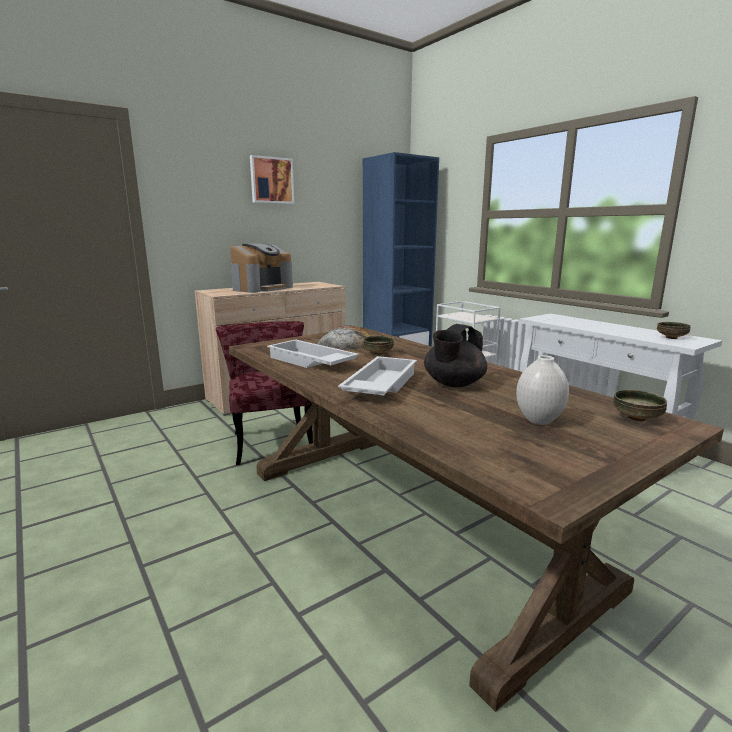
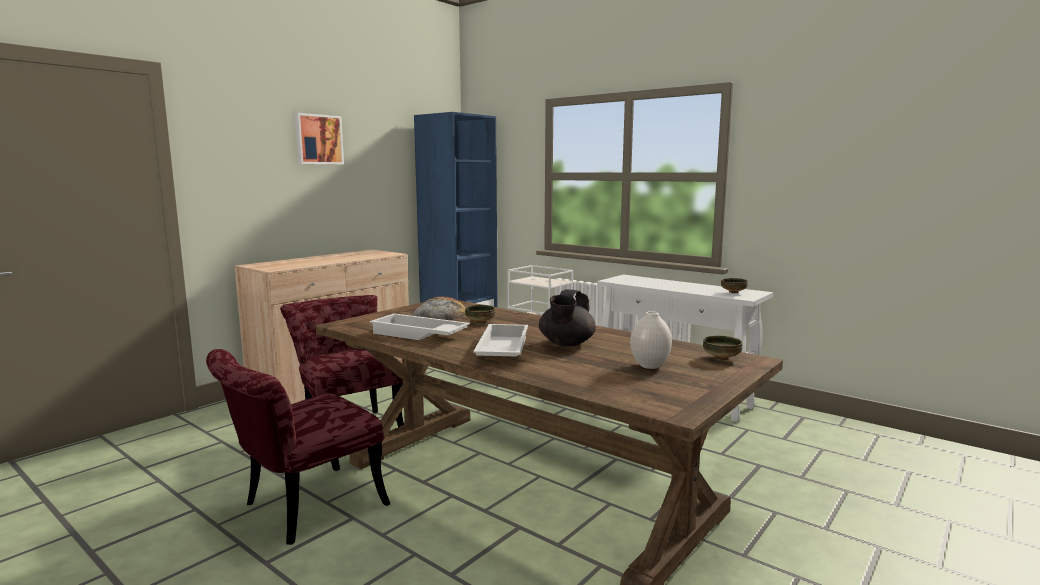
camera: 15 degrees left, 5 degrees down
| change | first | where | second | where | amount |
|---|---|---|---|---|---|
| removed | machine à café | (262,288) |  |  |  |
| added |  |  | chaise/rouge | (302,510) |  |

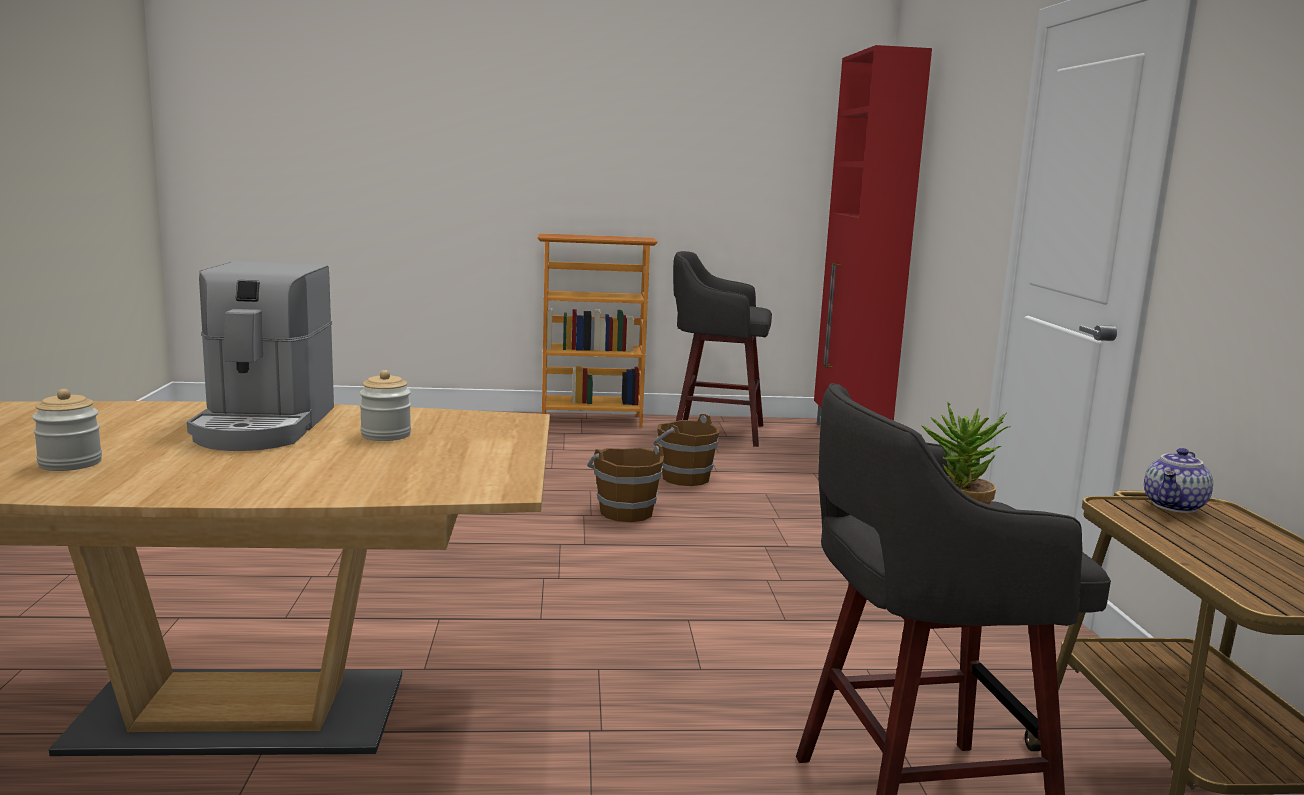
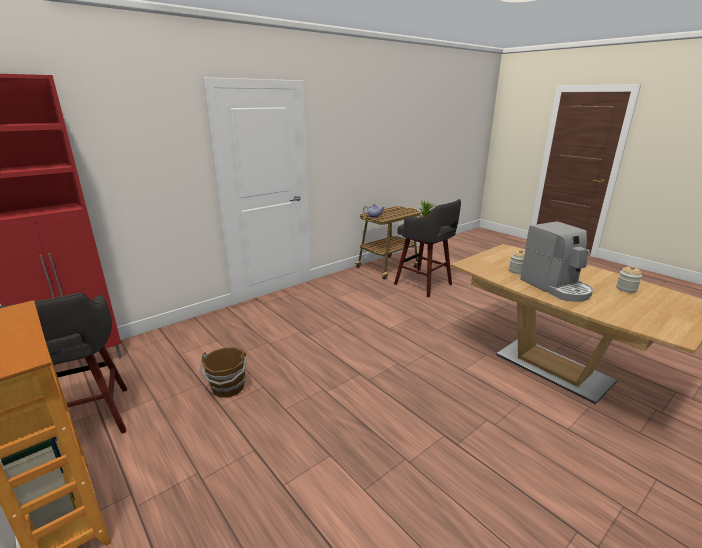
camera: 125 degrees left, 10 degrees up
| change | first | where | second | where | amount |
|---|---|---|---|---|---|
| turned | machine à café | (264,426) |  | (556,287) | 105 degrees clockwise |
| removed | seau/marron | (625,512) |  |  |  |

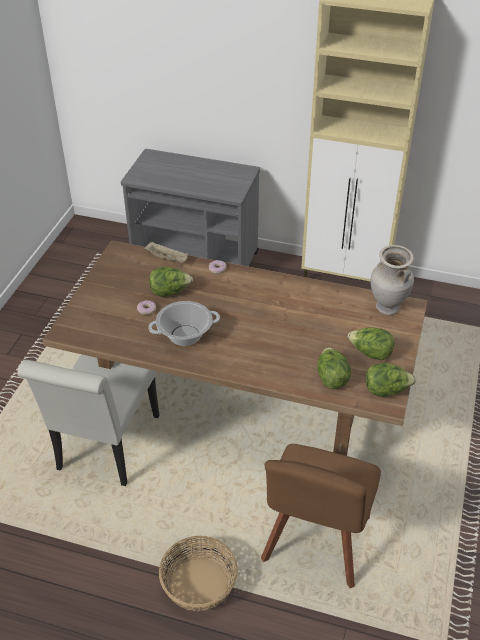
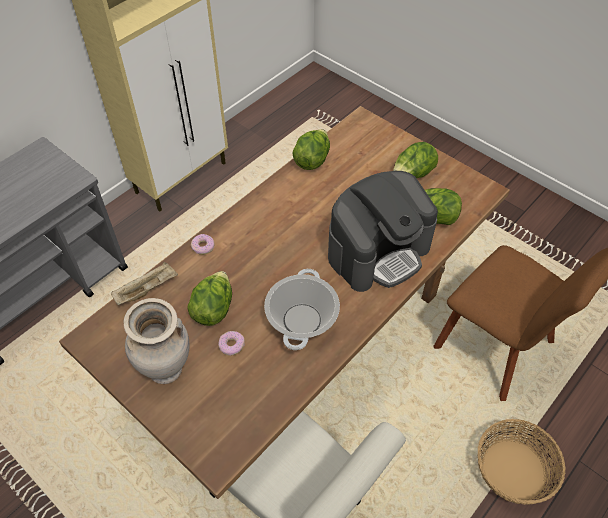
camera: 65 degrees left, 10 degrees up
| change | first | where | second | where | amount |
|---|---|---|---|---|---|
| moved | vase/beige | (386,308) |  | (166,371) |  |
| moved | laitue | (386,390) |  | (312,160) |  |
| added |  |  | machine à café | (378,251) |  |

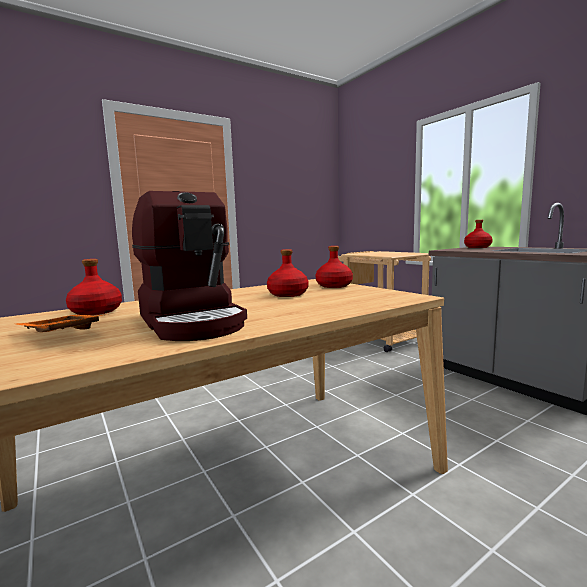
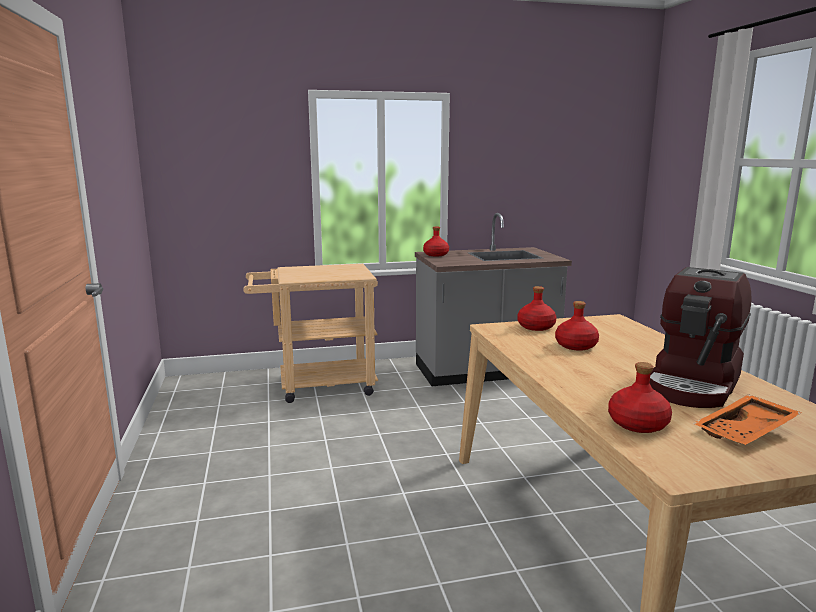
camera: 70 degrees left, 5 degrees up
| change | first | where | second | where | amount |
|---|---|---|---|---|---|
| turned | machine à café | (193,321) |  | (694,384) | 135 degrees clockwise |

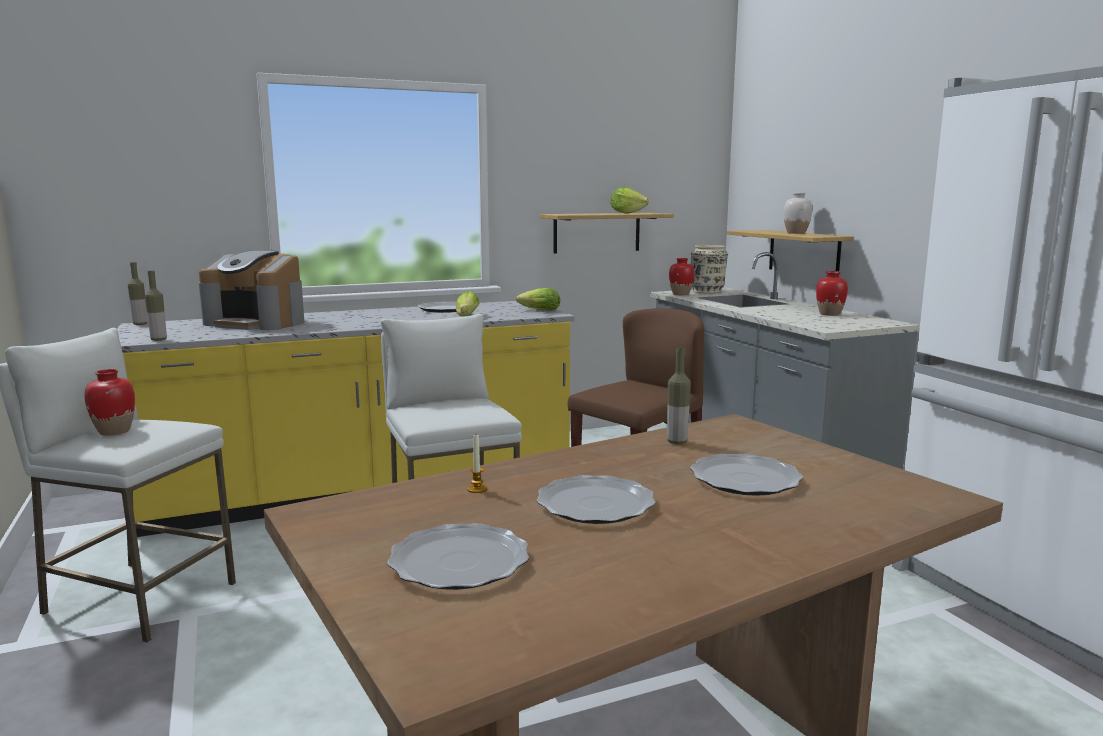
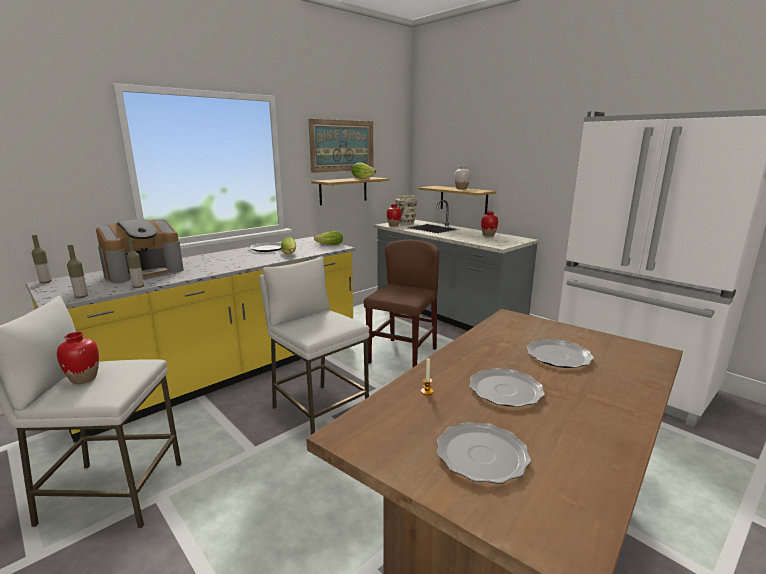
camera: 20 degrees left, 5 degrees up
| change | first | where | second | where | amount |
|---|---|---|---|---|---|
| turned | machine à café | (257,323) |  | (144,272) | 45 degrees counterclockwise |
| moved | bouteille | (677,442) |  | (138,287) |  |
| added |  |  | tableau | (342,146) |  |

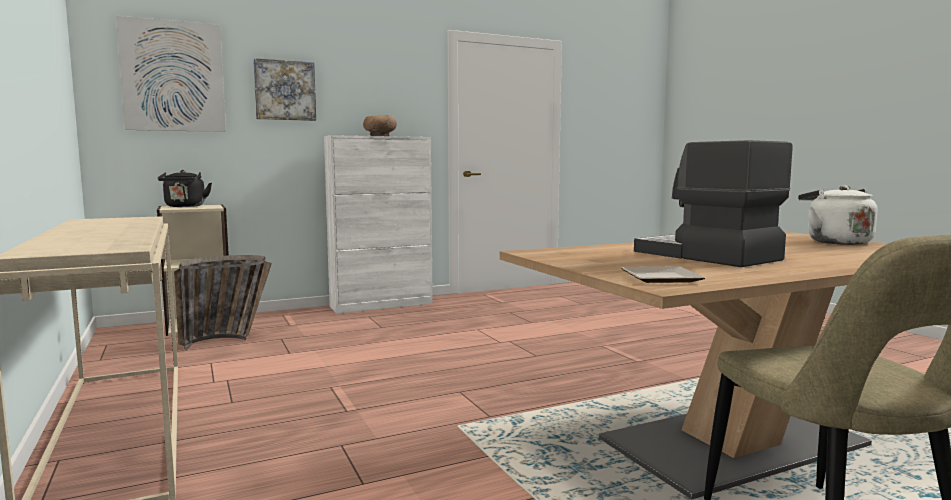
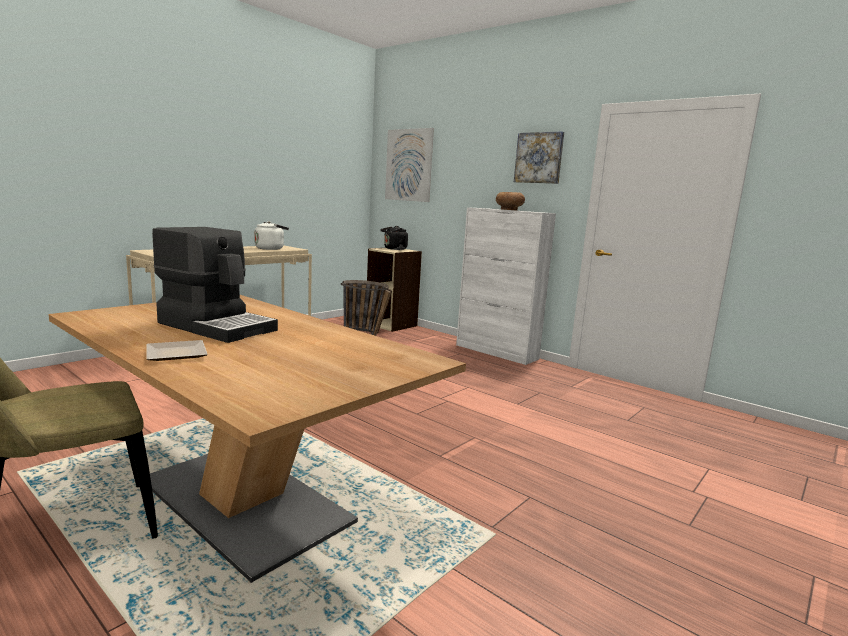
camera: 65 degrees right, 5 degrees up
| change | first | where | second | where | amount |
|---|---|---|---|---|---|
| moved | tableau | (285,90) |  | (539,158) |  |
| turned | machine à café | (706,256) |  | (217,326) | 90 degrees clockwise |
| moved | bouilloire/blanc | (835,242) |  | (271,248) |  |
| moved | assiette | (659,279) |  | (174,353) |  |

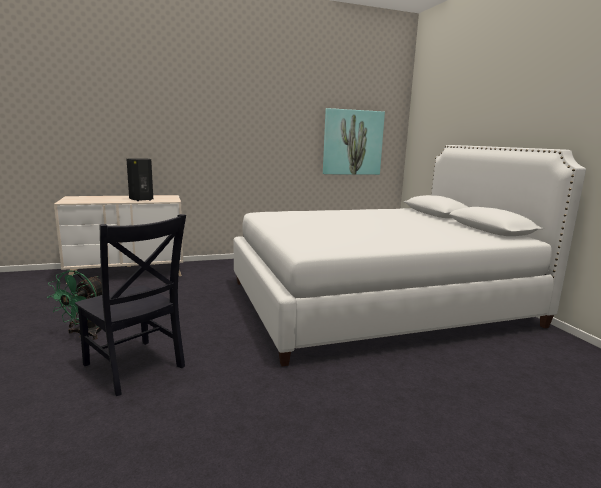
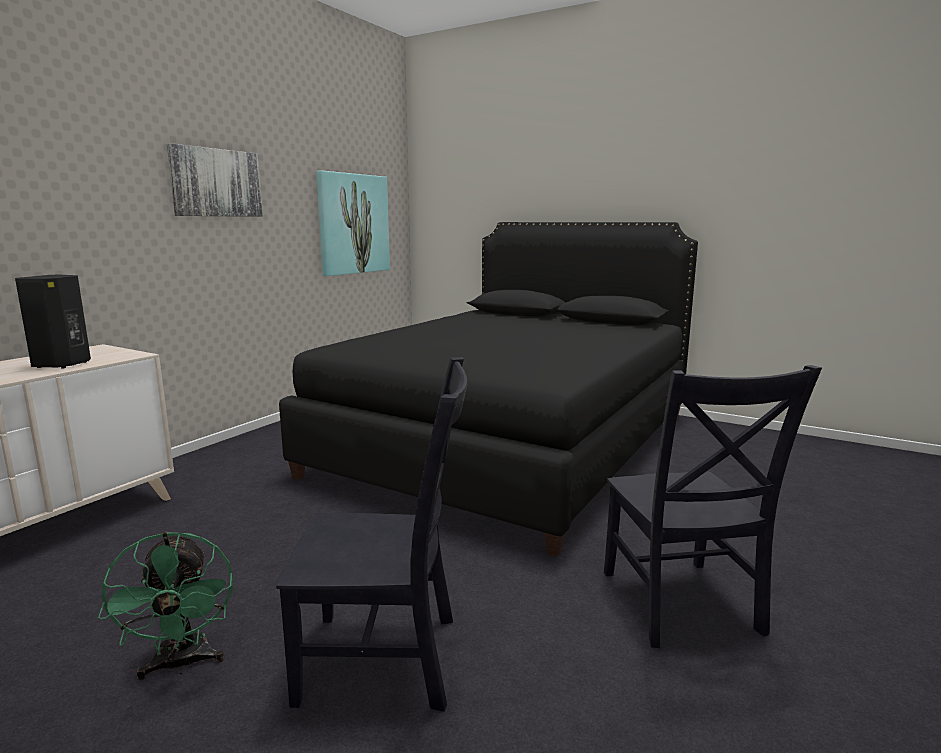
camera: 40 degrees left, 0 degrees up
| change | first | where | second | where | amount |
|---|---|---|---|---|---|
| recoloured | lit/blanc | (377,303) | lit/noir | (510,443) |  |
| added |  |  | tableau | (216,183) |  |
| added |  |  | chaise/noir | (681,606) |  |

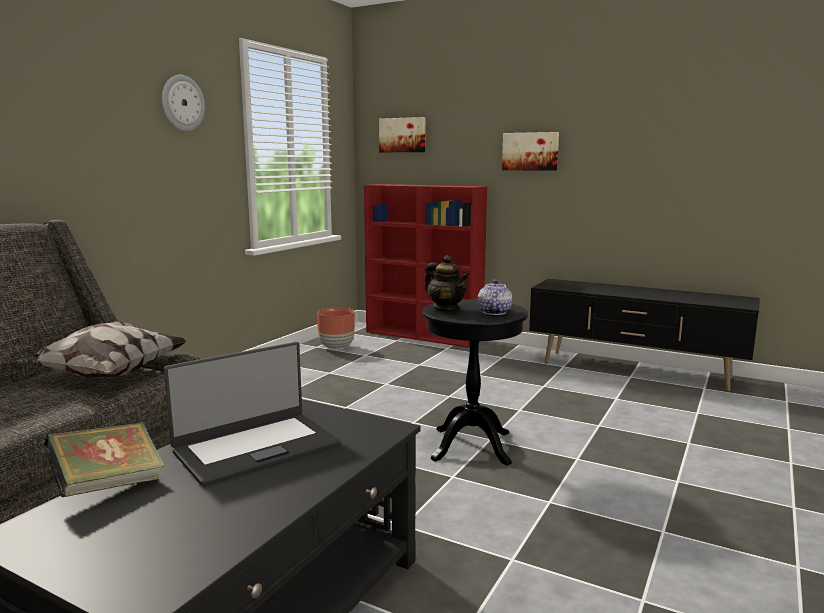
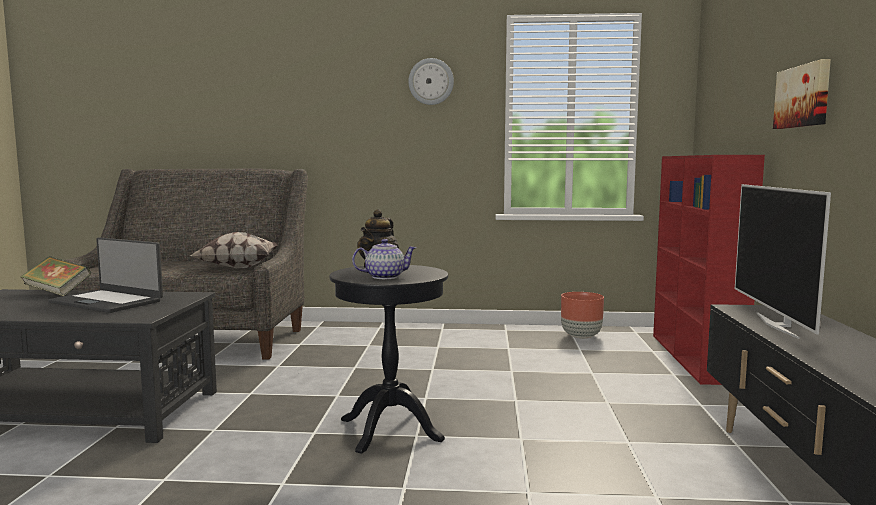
camera: 65 degrees right, 5 degrees down
| change | first | where | second | where | amount |
|---|---|---|---|---|---|
| removed | tableau | (403,135) |  |  |  |
| added |  |  | téléviseur | (778,325) |  |

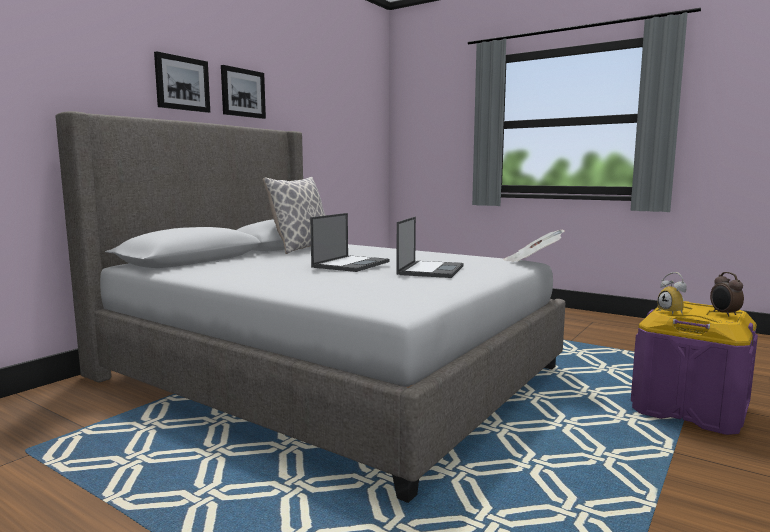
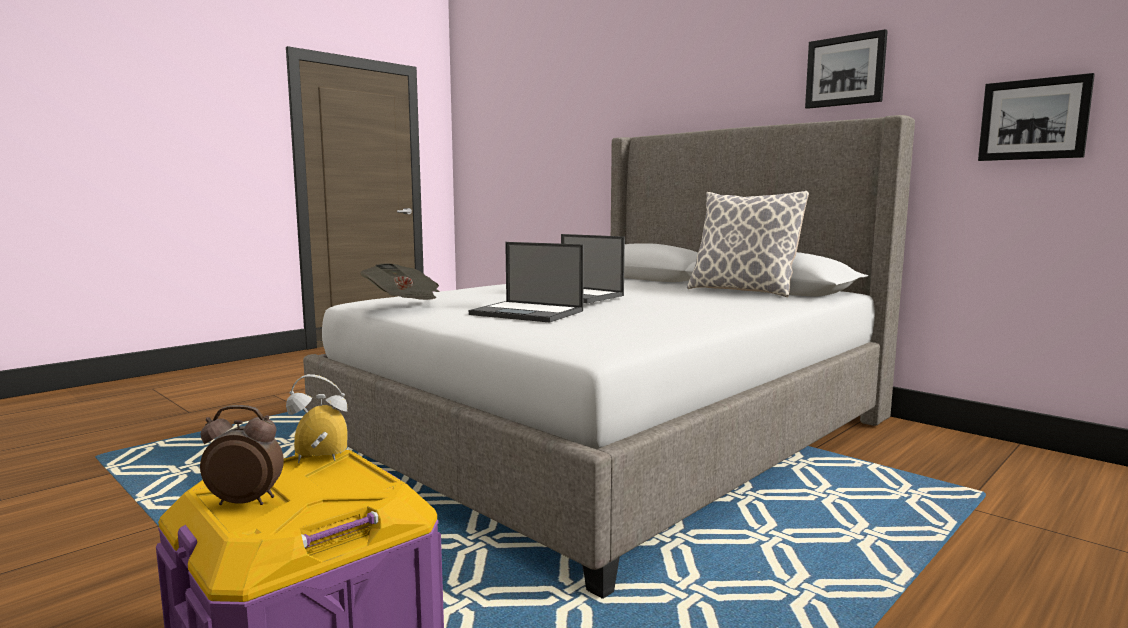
camera: 100 degrees right, 0 degrees up
| change | first | where | second | where | amount |
|---|---|---|---|---|---|
| moved | tableau | (182,83) |  | (1034,119) |  |
| moved | journal | (532,261) |  | (405,304) |  |

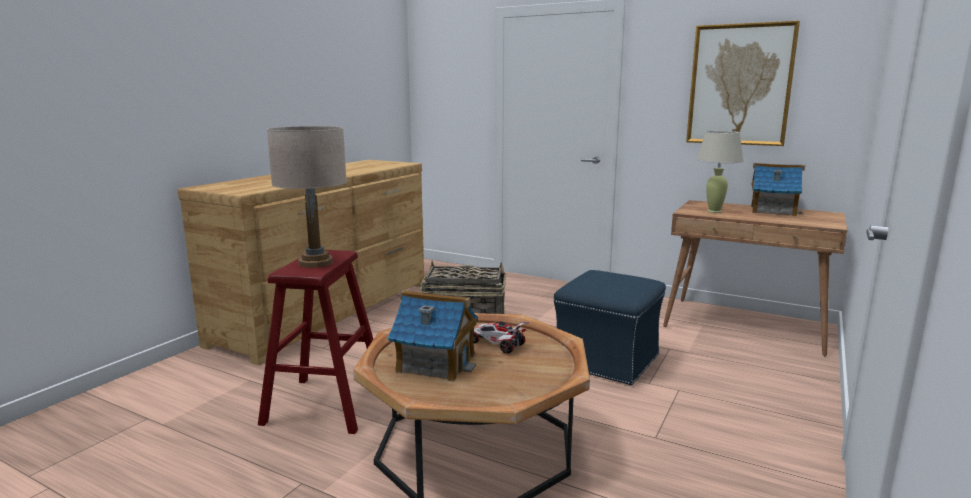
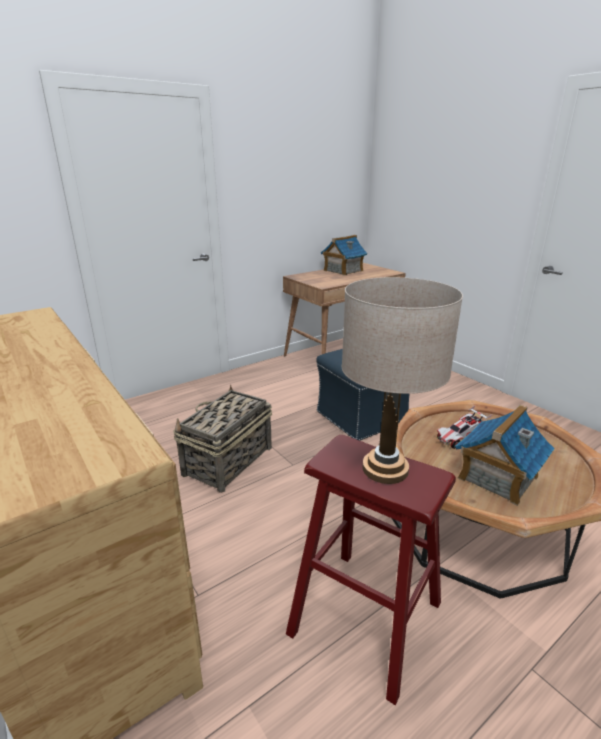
camera: 65 degrees left, 10 degrees up
| change | first | where | second | where | amount |
|---|---|---|---|---|---|
| removed | tableau | (740,85) |  |  |  |
| removed | lampe de table/beige | (714,211) |  |  |  |

